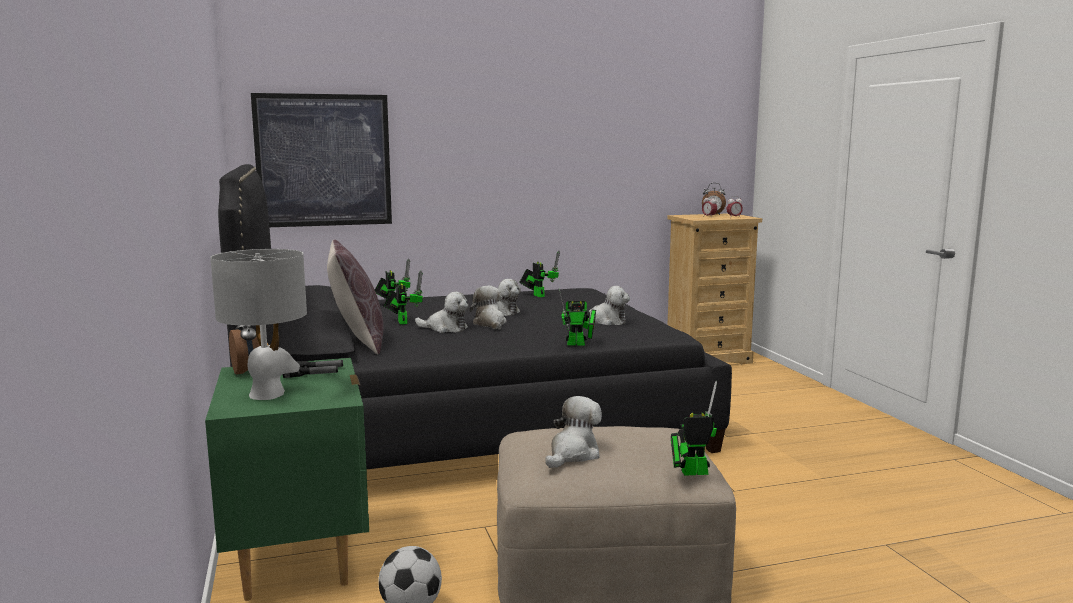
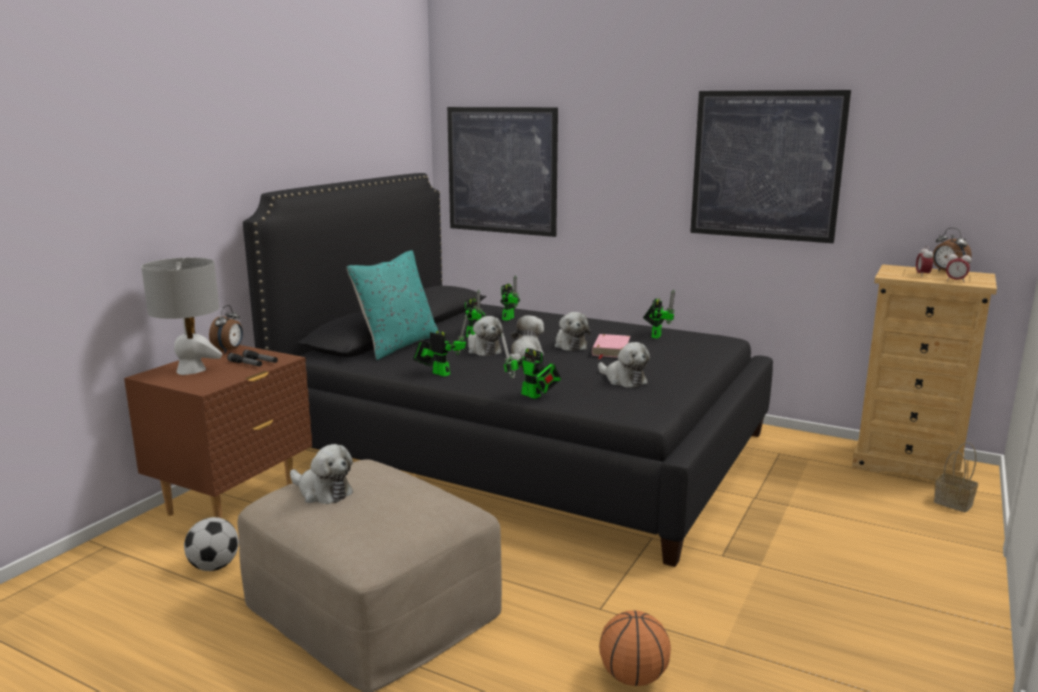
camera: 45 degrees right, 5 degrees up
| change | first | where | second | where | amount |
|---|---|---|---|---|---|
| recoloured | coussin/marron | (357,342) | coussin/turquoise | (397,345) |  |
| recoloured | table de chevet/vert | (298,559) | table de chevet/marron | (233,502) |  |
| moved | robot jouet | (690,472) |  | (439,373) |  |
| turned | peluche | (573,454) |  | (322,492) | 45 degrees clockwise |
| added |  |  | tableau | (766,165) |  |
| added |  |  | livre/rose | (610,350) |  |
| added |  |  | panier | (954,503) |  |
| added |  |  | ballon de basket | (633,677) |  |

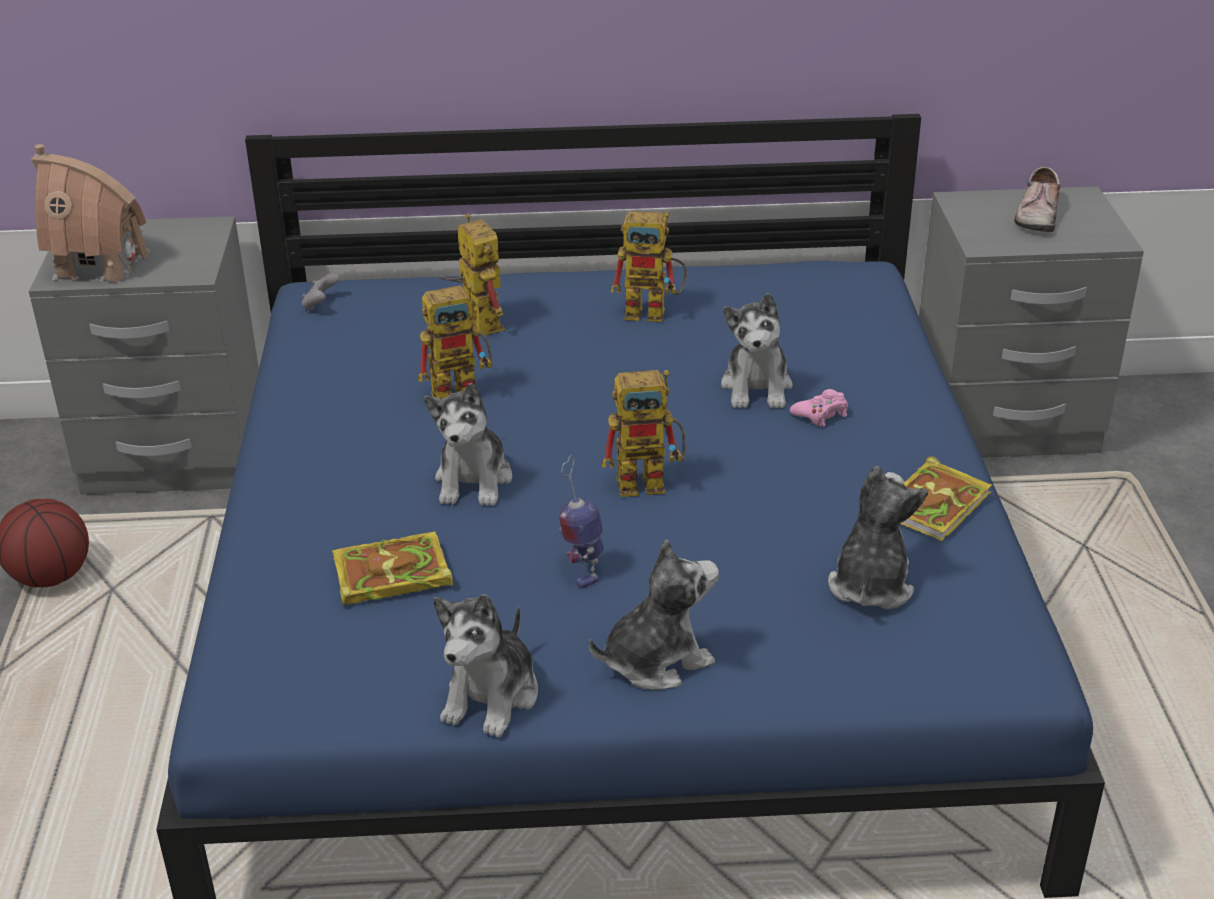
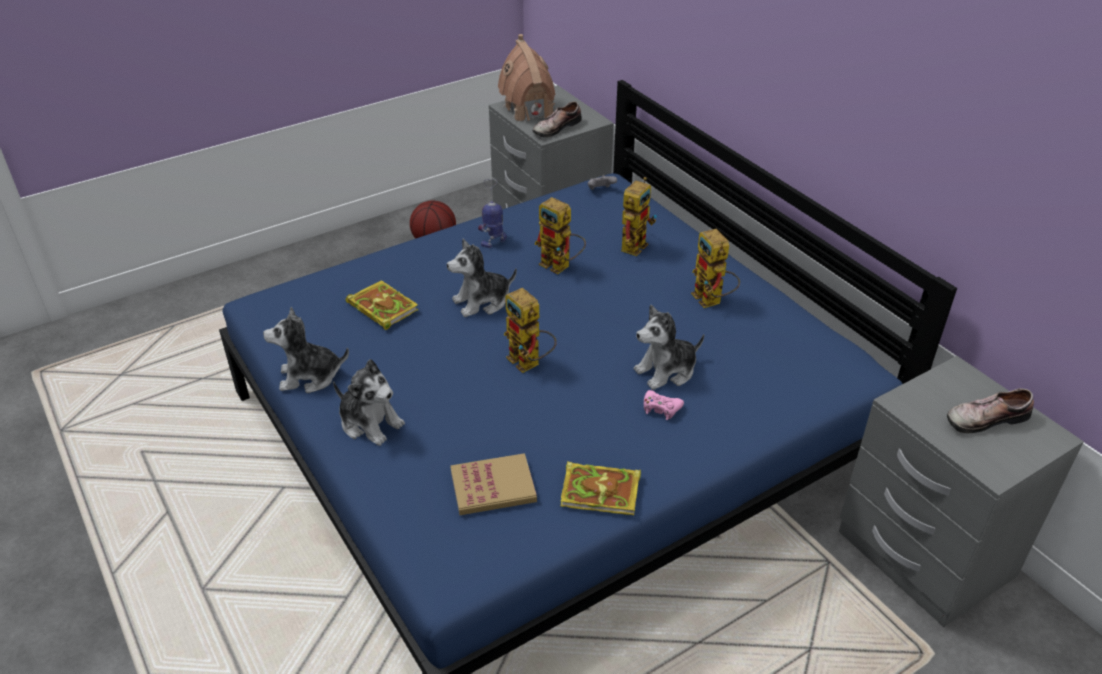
camera: 60 degrees right, 5 degrees up
| change | first | where | second | where | amount |
|---|---|---|---|---|---|
| moved | robot jouet | (582,570) |  | (494,241) |  |
| replaced | peluche | (870,585) | livre | (493,487) |  |
| added |  |  | chaussure | (555,127) |  |

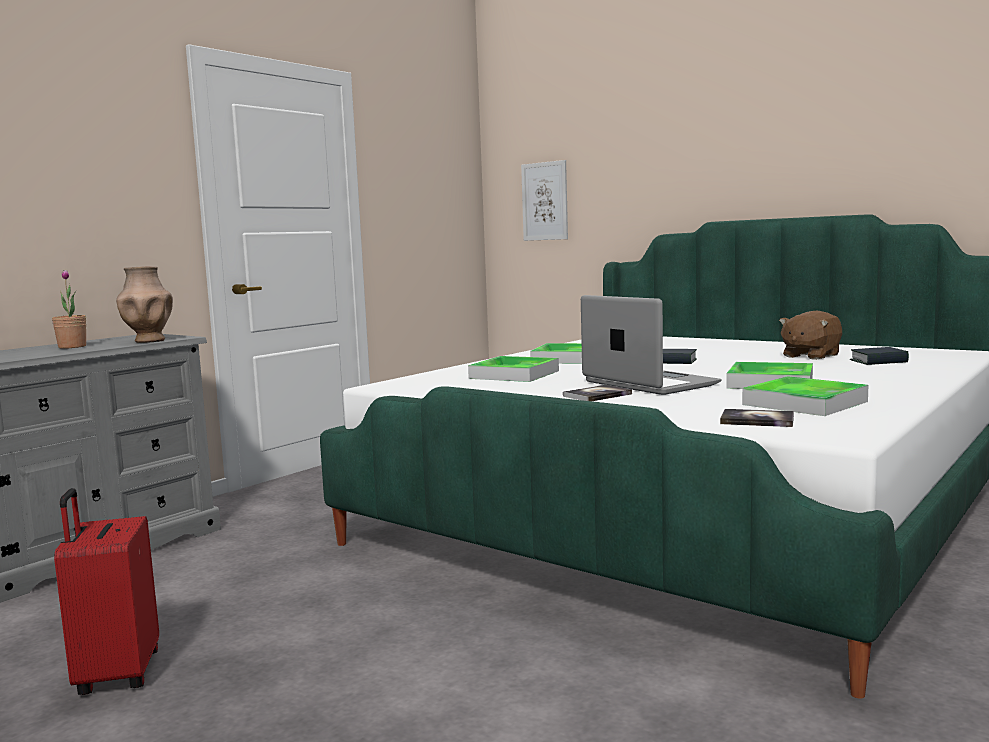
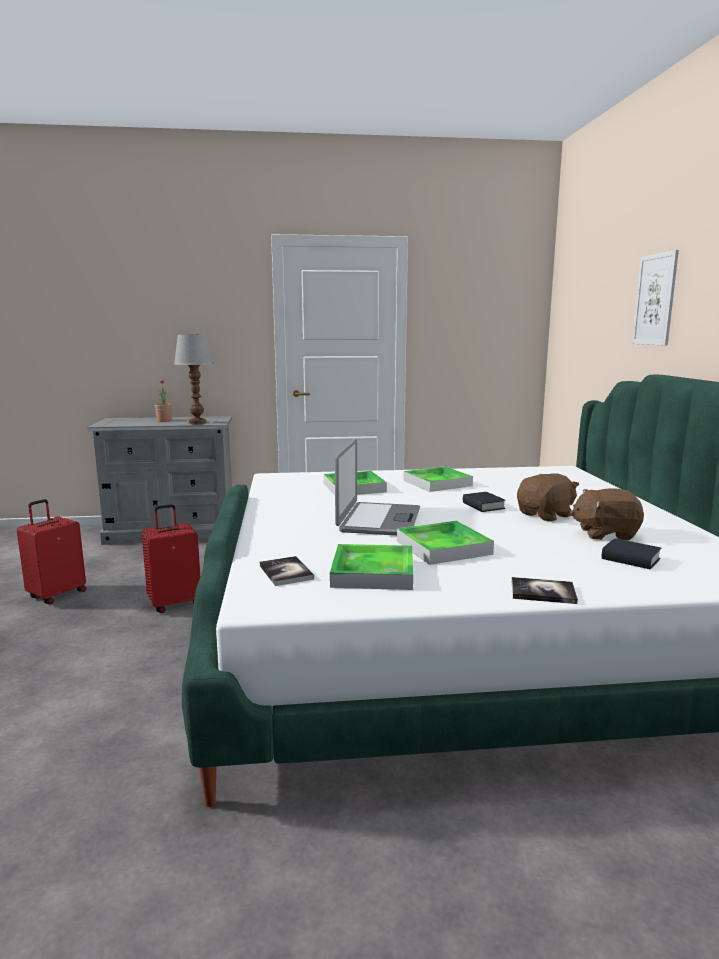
camera: 45 degrees right, 5 degrees up
| change | first | where | second | where | amount |
|---|---|---|---|---|---|
| moved | tableau | (545,201) |  | (655,299) |  |
| replaced | vase/marron | (149,341) | lampe de table | (197,423) |  |
| moved | livre | (597,395) |  | (543,592) |  |
| added |  |  | peluche/marron | (546,515) |  |
| added |  |  | valise/rouge | (175,603) |  |

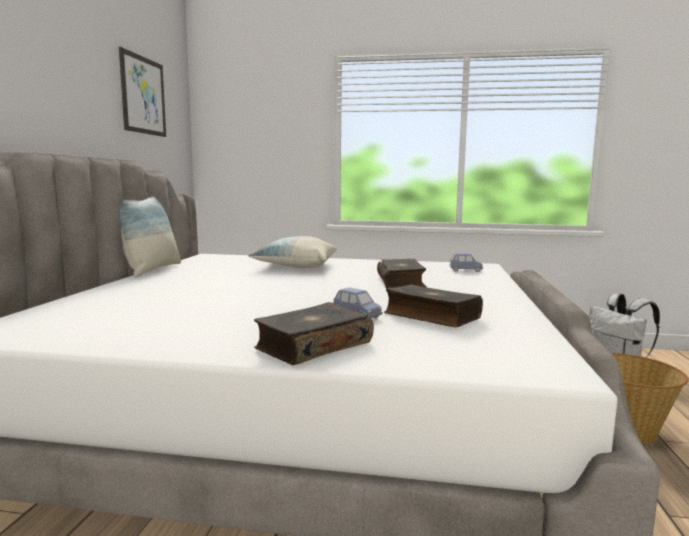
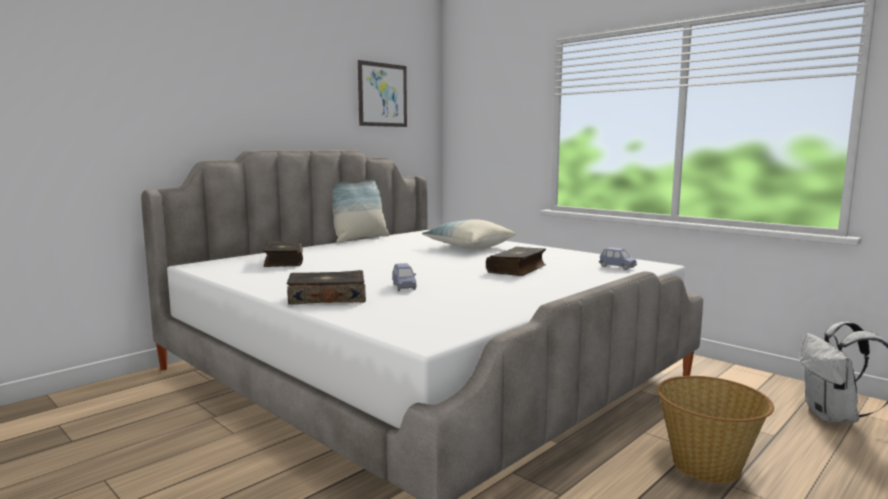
camera: 35 degrees right, 0 degrees up
| change | first | where | second | where | amount |
|---|---|---|---|---|---|
| moved | livre | (431,316) |  | (282,262) |  |

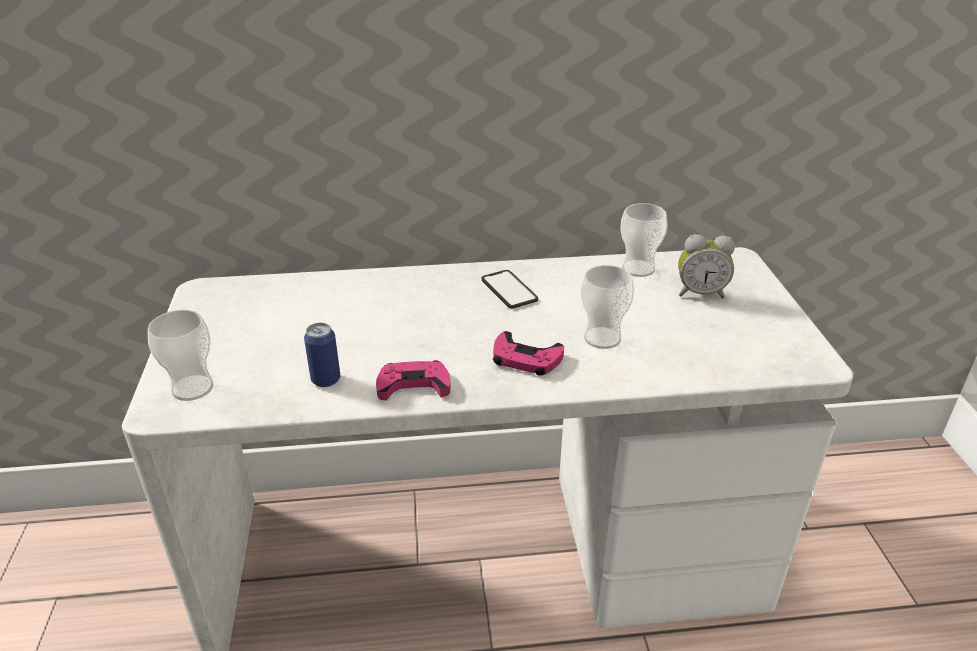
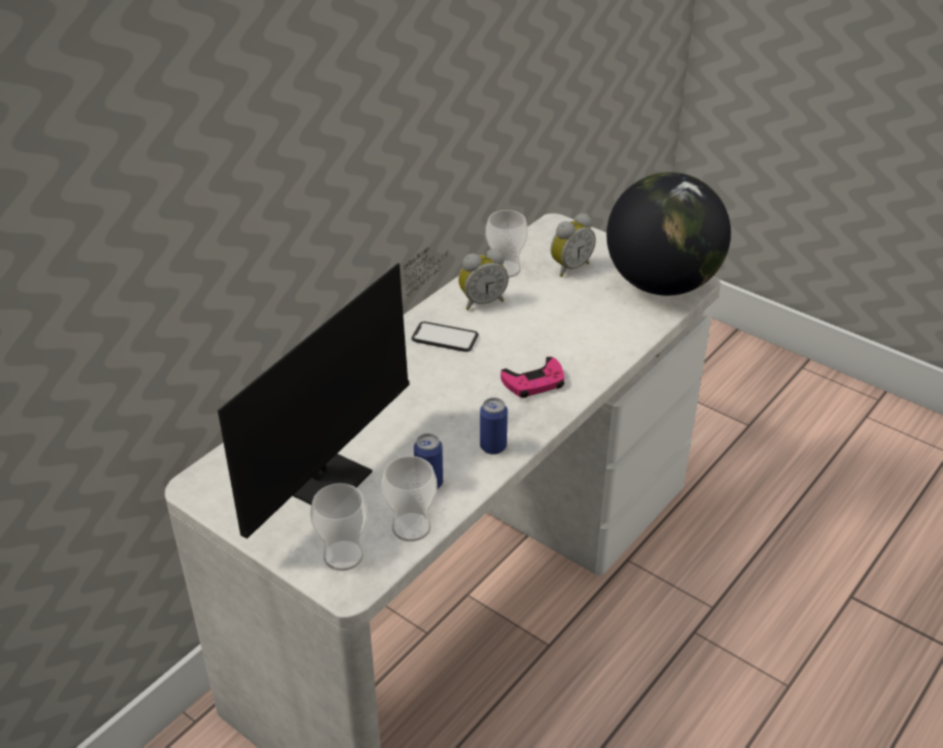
camera: 45 degrees left, 5 degrees up
| change | first | where | second | where | amount |
|---|---|---|---|---|---|
| moved | tasse | (602,338) |  | (411,527) |  |
| replaced | manette/rose | (413,385) | boîte métallique | (493,447) |  |
| added |  |  | globe | (661,284) |  |
| added |  |  | écran d'ordinateur | (334,472) |  |
| added |  |  | réveil | (482,301) |  |

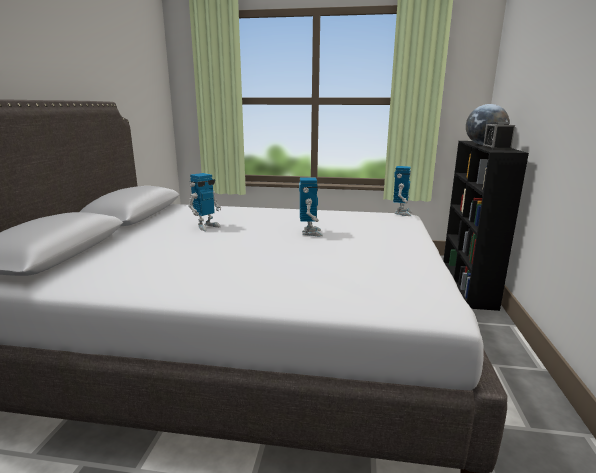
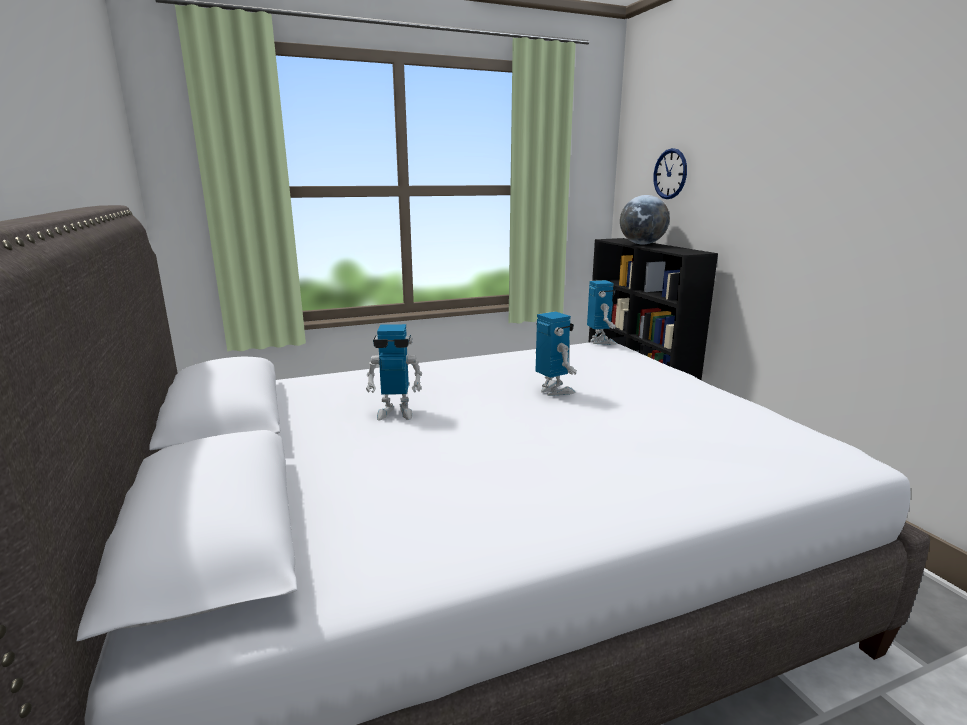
camera: 30 degrees left, 0 degrees up
| change | first | where | second | where | amount |
|---|---|---|---|---|---|
| removed | réveil | (496,148) |  |  |  |
| turned | robot jouet | (206,226) |  | (395,412) | 75 degrees clockwise |
| added |  |  | horloge murale | (670,174) |  |

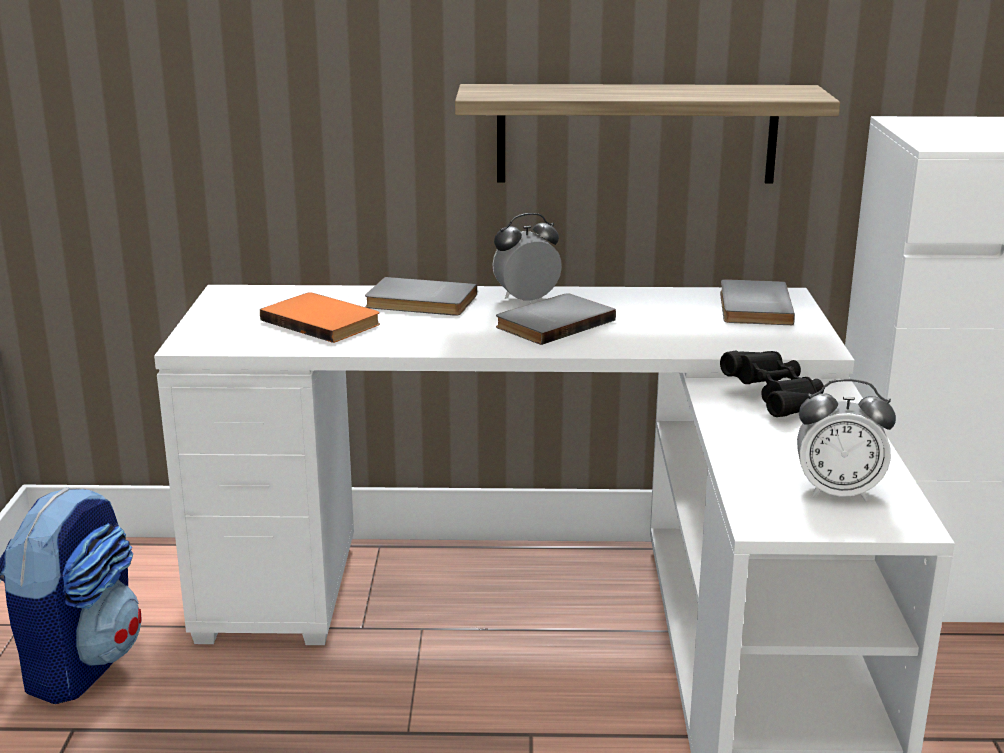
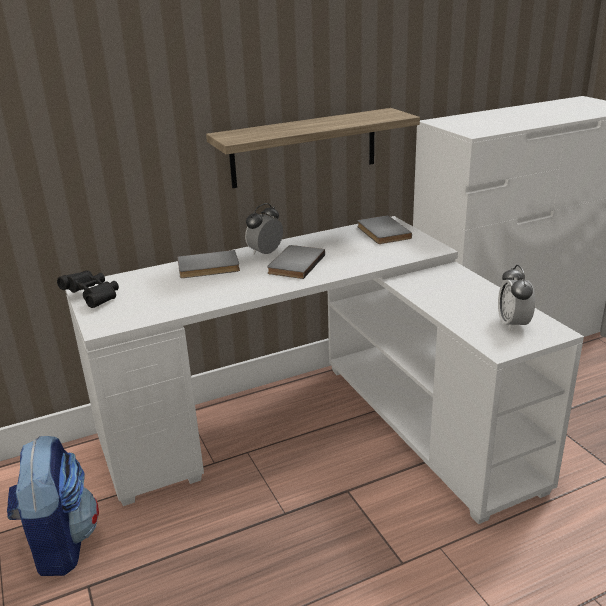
camera: 25 degrees left, 5 degrees up
| change | first | where | second | where | amount |
|---|---|---|---|---|---|
| removed | livre/orange | (323,321) |  |  |  |
| moved | jumelles/noir | (775,400) |  | (93,297) |  |
| turned | réveil | (837,492) |  | (513,324) | 105 degrees clockwise |

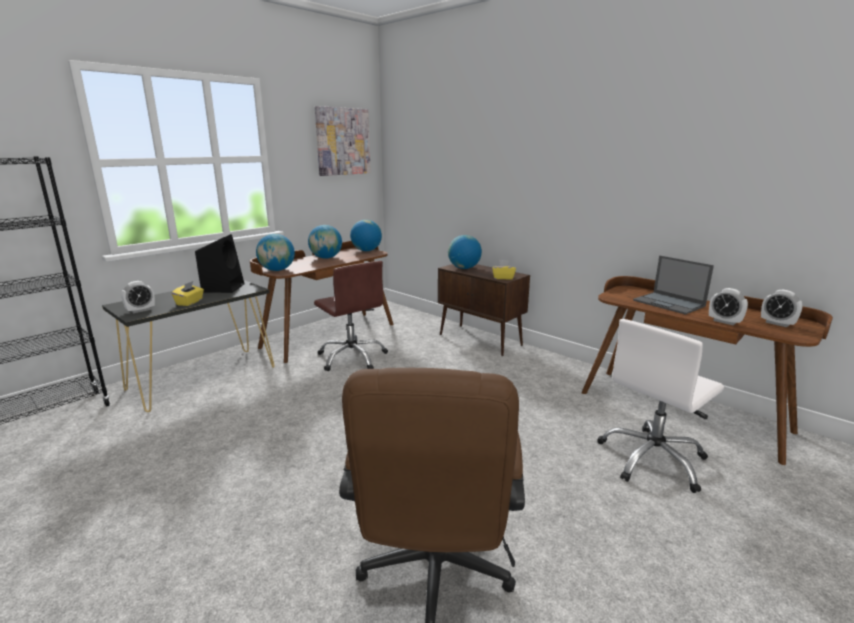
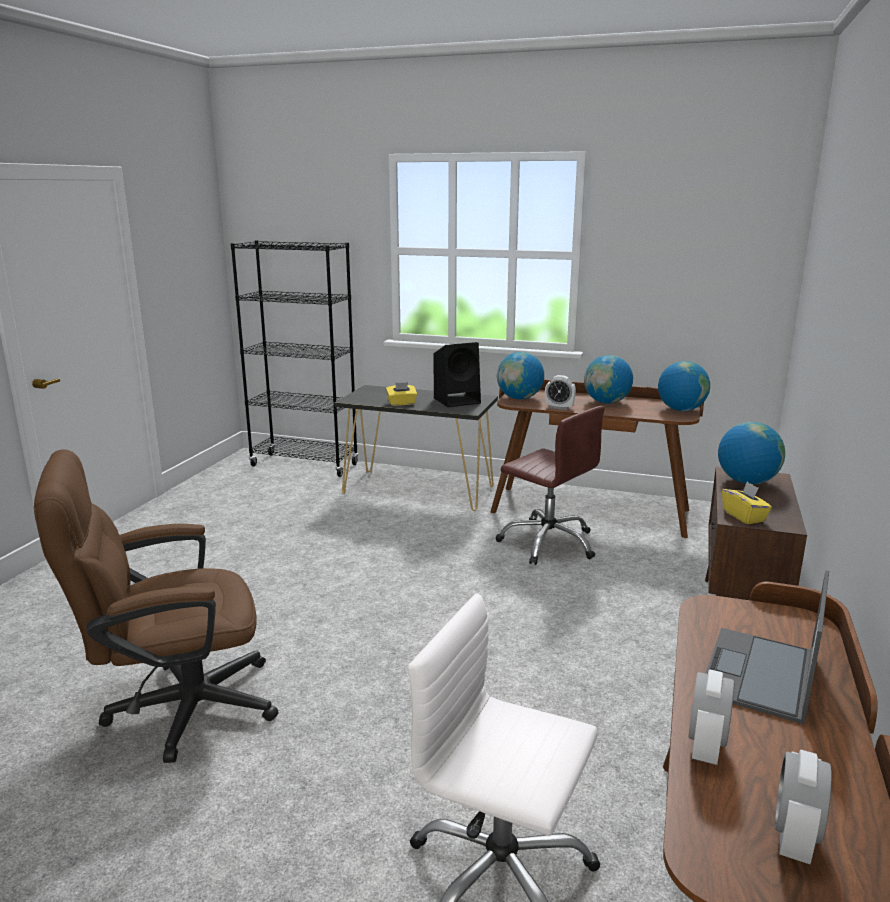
camera: 65 degrees right, 0 degrees up
| change | first | where | second | where | amount |
|---|---|---|---|---|---|
| removed | tableau | (343,141) |  |  |  |
| turned | chaise de bureau/marron | (352,357) |  | (548,543) | 75 degrees counterclockwise |
| moved | réveil | (141,310) |  | (559,408) |  |

